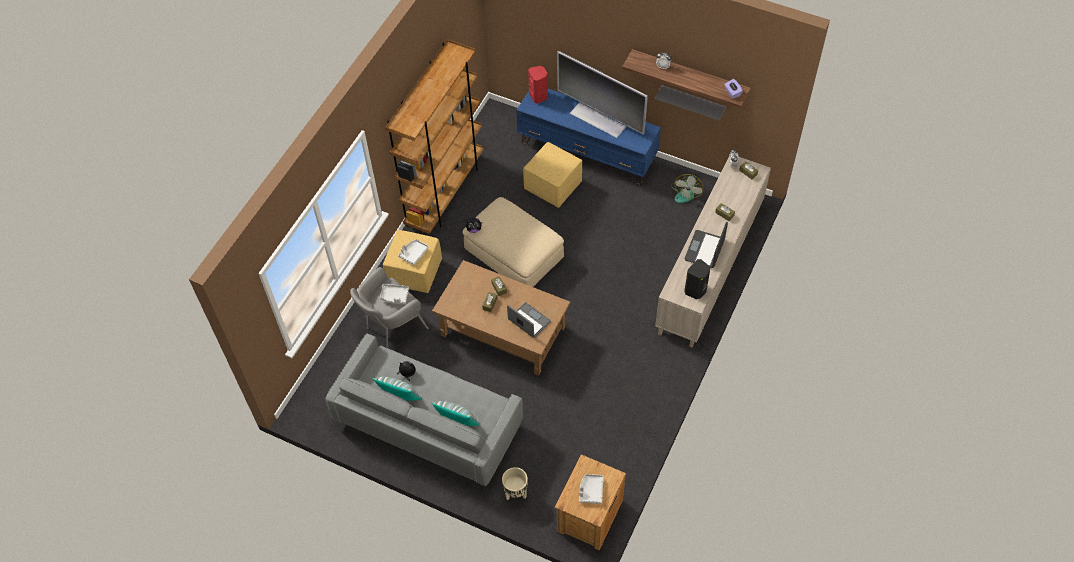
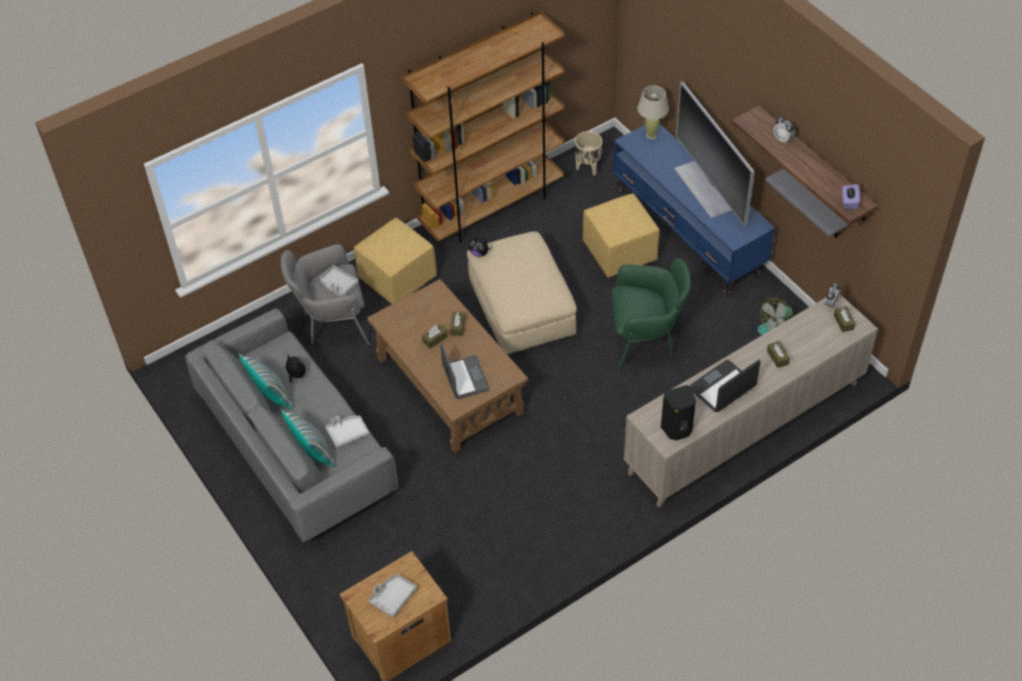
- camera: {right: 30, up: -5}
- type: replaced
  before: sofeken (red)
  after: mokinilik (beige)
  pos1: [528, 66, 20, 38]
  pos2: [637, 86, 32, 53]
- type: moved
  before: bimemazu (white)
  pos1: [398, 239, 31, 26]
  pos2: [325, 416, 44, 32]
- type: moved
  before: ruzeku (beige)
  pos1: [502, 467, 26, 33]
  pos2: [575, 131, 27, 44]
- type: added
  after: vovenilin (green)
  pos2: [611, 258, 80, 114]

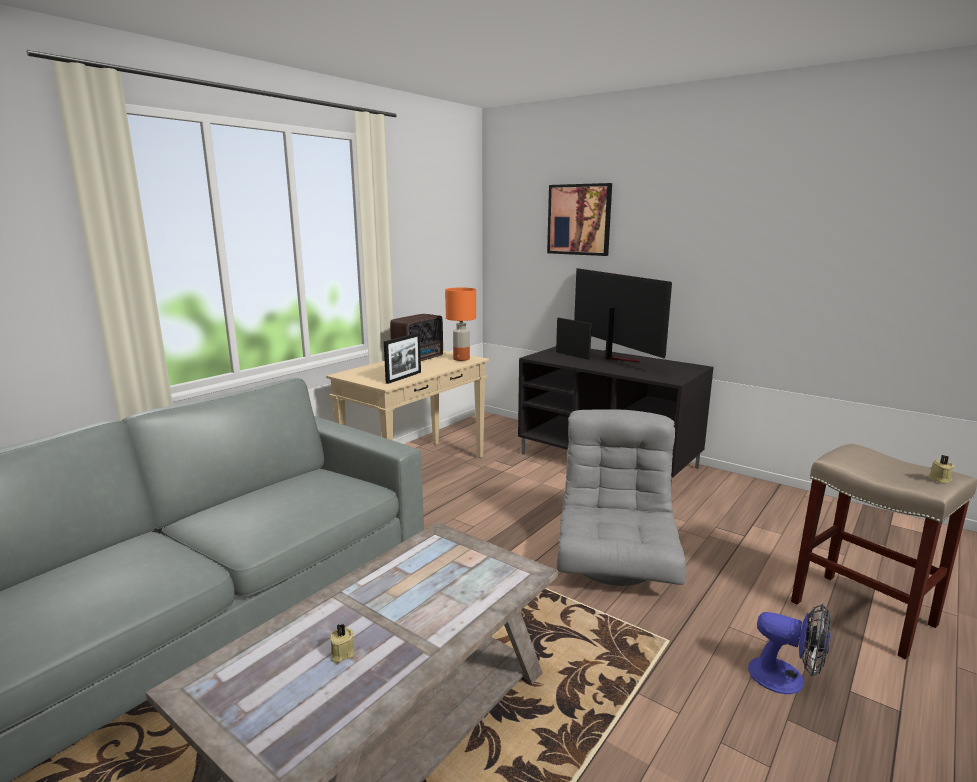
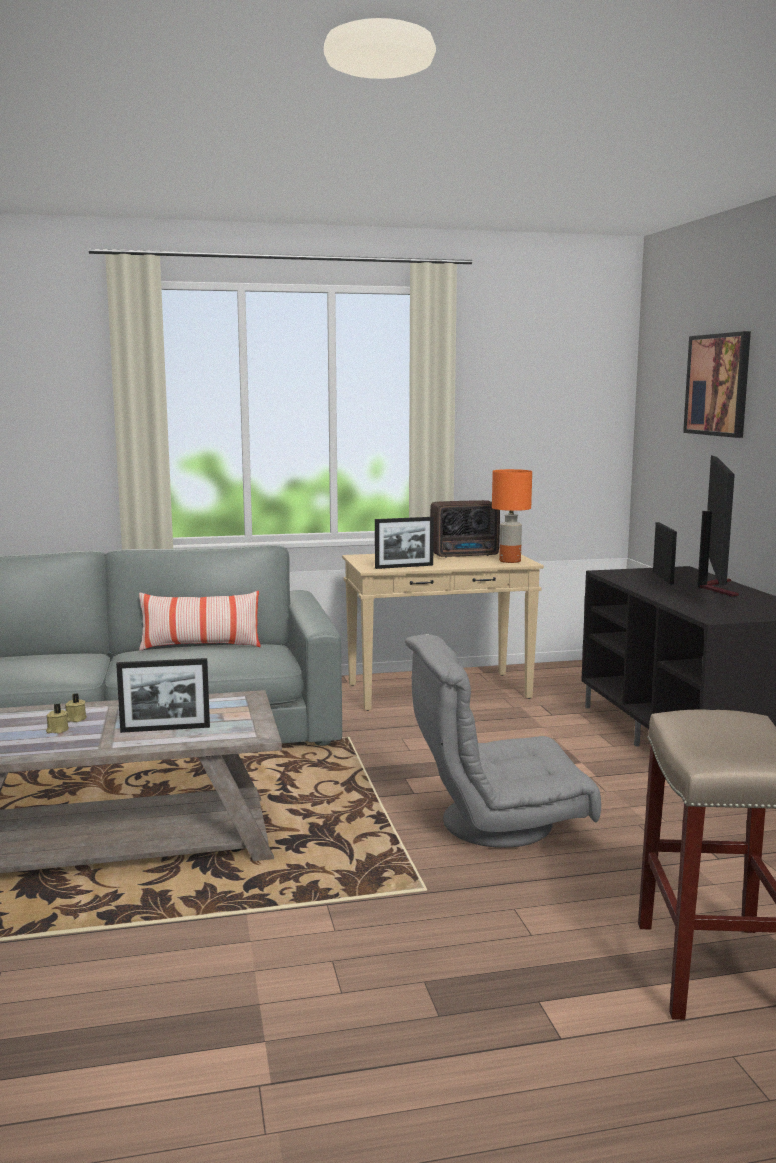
- camera: {right: 40, up: -5}
- type: turned
  before: vovenilin (grey)
  pos1: [557, 409, 129, 177]
  pos2: [405, 634, 196, 214]
  turn: -150
- type: moved
  before: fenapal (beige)
  pos1: [928, 455, 27, 29]
  pos2: [65, 694, 22, 28]
- type: removed
  before: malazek
  pos1: [748, 604, 83, 90]
- type: added
  after: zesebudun
  pos2: [139, 591, 122, 60]
- type: added
  after: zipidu
  pos2: [116, 658, 94, 75]

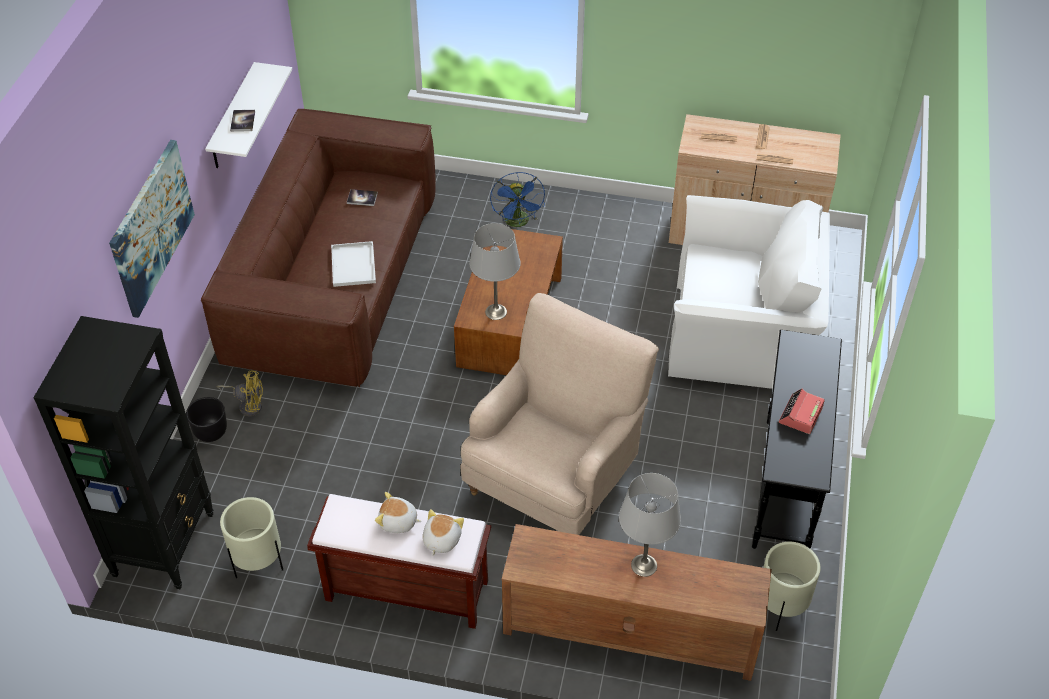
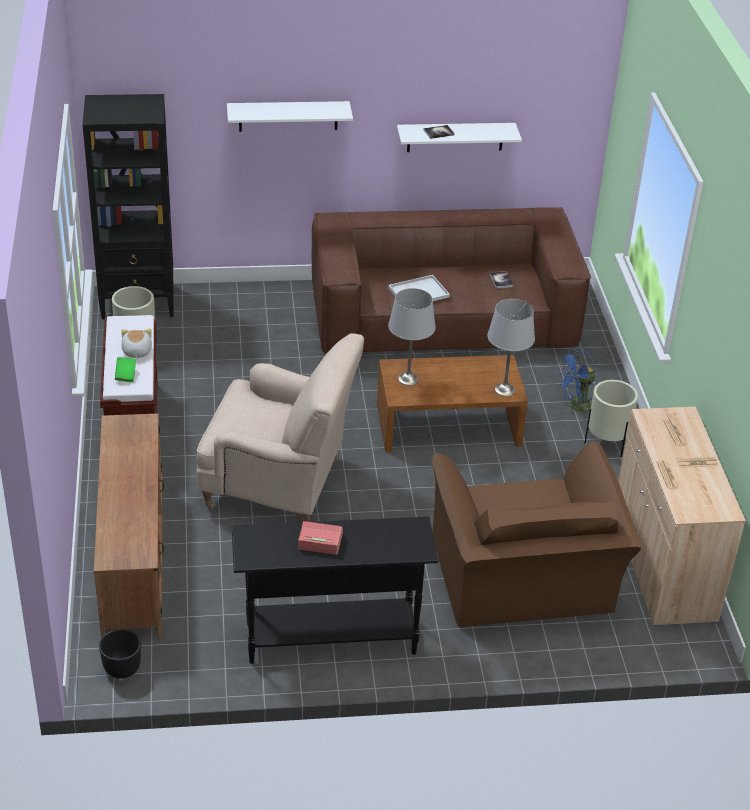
- camera: {right: 70, up: -10}
- type: replaced
  before: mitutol
  after: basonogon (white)
  pos1: [109, 140, 86, 178]
  pos2: [227, 101, 126, 31]
- type: recoloured
  before: vovenilin (white)
  after: vovenilin (brown)
  pos1: [668, 195, 162, 194]
  pos2: [432, 441, 209, 186]
- type: removed
  before: malazek (yellow)
  pos1: [217, 370, 46, 46]
- type: moved
  before: ruzeku (black)
  pos1: [186, 397, 41, 45]
  pos2: [99, 629, 42, 50]
- type: moved
  before: mokinilik (grey)
  pos1: [619, 473, 62, 104]
  pos2: [487, 299, 48, 97]
- type: replaced
  before: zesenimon
  after: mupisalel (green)
  pos1: [423, 509, 41, 47]
  pos2: [115, 357, 21, 25]
- type: moved
  before: ruzeku (beige)
  pos1: [763, 542, 58, 89]
  pos2: [584, 380, 54, 77]

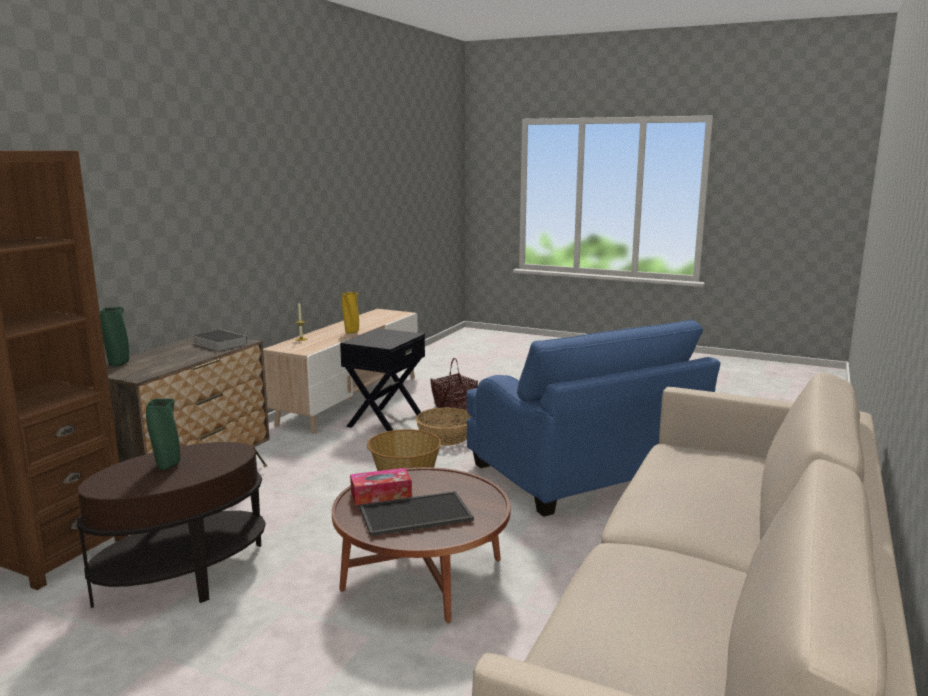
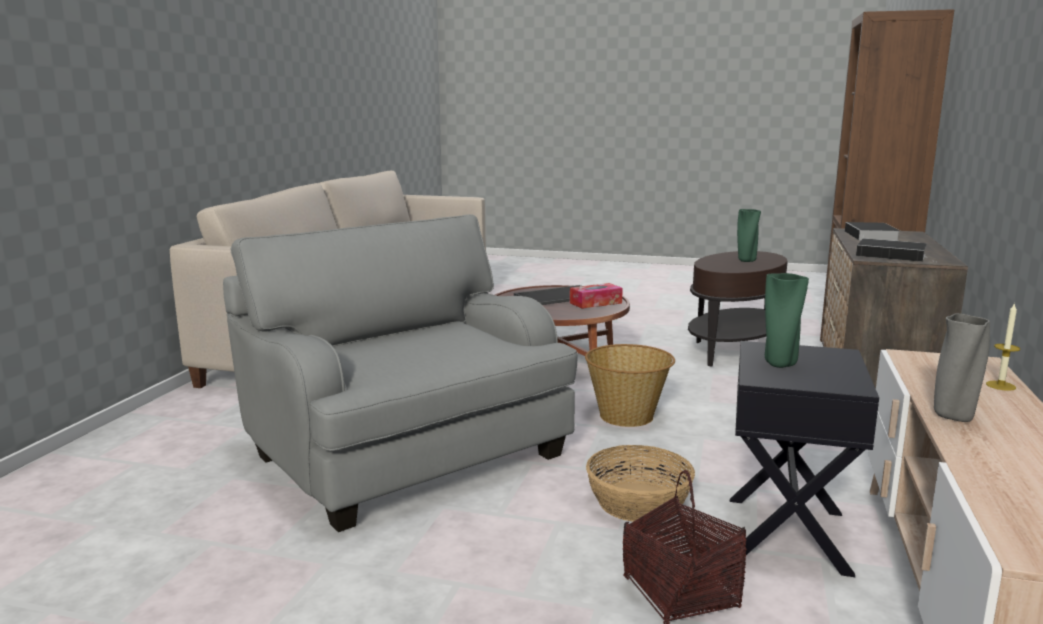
- camera: {right: 170, up: 0}
- type: recoloured
  before: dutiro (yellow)
  after: dutiro (grey)
  pos1: [342, 292, 17, 42]
  pos2: [934, 313, 56, 109]
- type: moved
  before: dutiro (green)
  pos1: [100, 307, 29, 59]
  pos2: [765, 273, 44, 95]
- type: recoloured
  before: vovenilin (blue)
  after: vovenilin (grey)
  pos1: [466, 319, 254, 198]
  pos2: [223, 214, 355, 318]
- type: added
  after: mupisalel
  pos2: [845, 222, 55, 19]

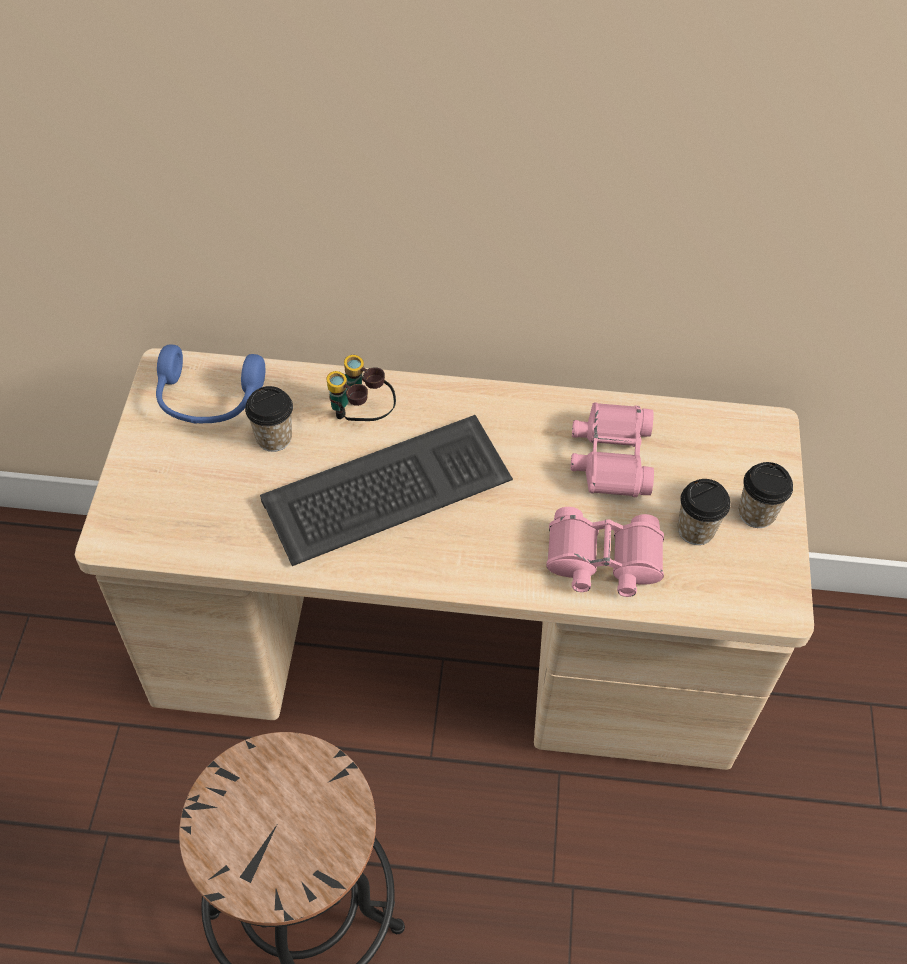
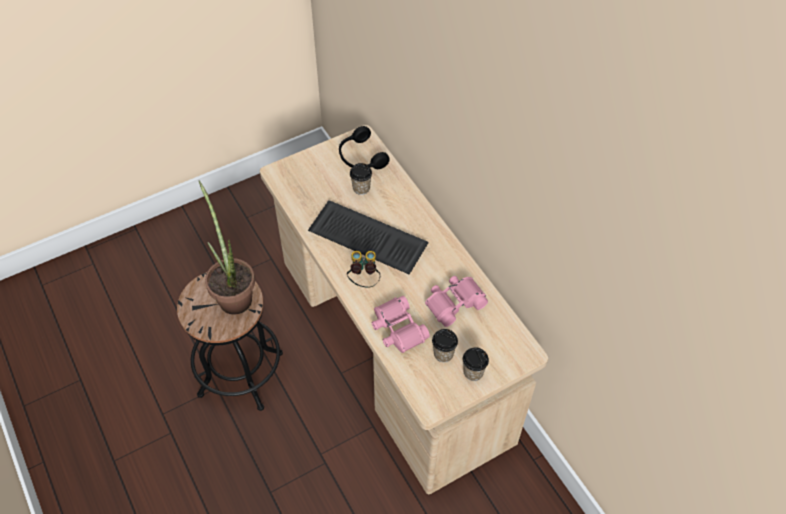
- camera: {right: 55, up: 0}
- type: recoloured
  before: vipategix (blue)
  after: vipategix (black)
  pos1: [156, 344, 109, 80]
  pos2: [339, 126, 51, 43]
- type: moved
  before: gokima
  pos1: [327, 355, 69, 66]
  pos2: [347, 251, 33, 37]
- type: added
  after: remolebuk
  pos2: [199, 180, 56, 135]

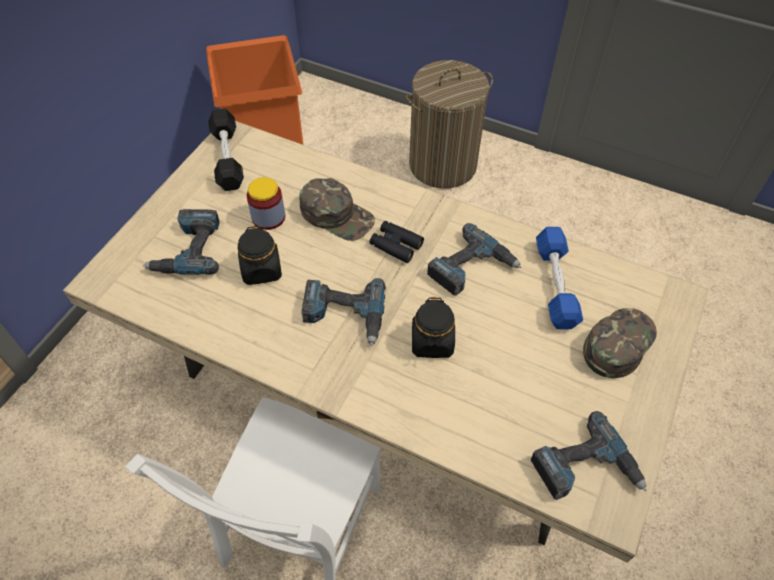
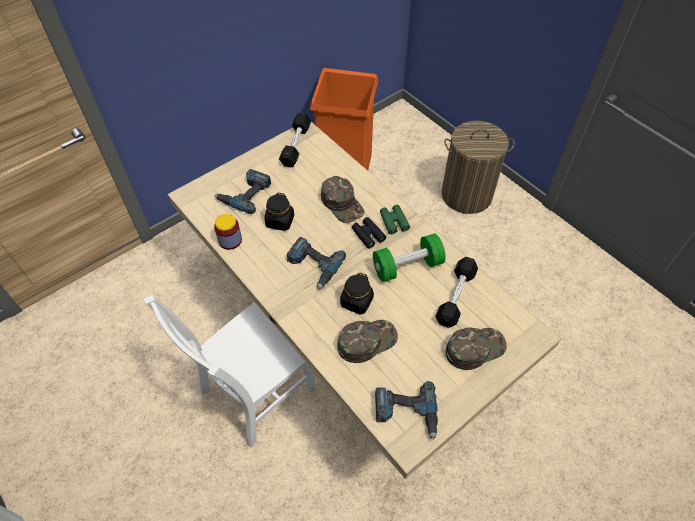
- camera: {right: 25, up: 0}
- type: moved
  before: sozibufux
  pos1: [247, 177, 38, 53]
  pos2: [214, 214, 28, 36]
- type: replaced
  before: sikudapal
  after: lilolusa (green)
  pos1: [427, 223, 94, 73]
  pos2: [373, 234, 73, 48]
- type: recoloured
  before: lilolusa (blue)
  after: lilolusa (black)
  pos1: [536, 227, 47, 102]
  pos2: [435, 257, 43, 71]
- type: added
  after: gokima (green)
  pos2: [380, 205, 30, 30]
- type: added
  after: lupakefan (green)
  pos2: [337, 320, 61, 43]

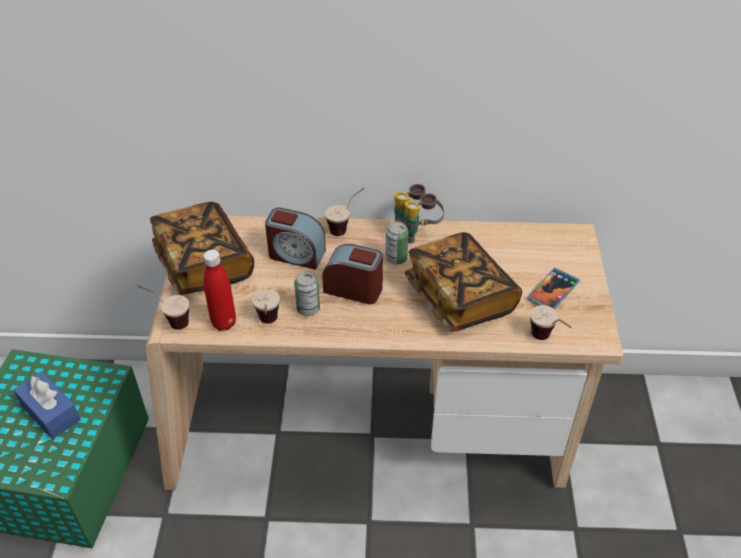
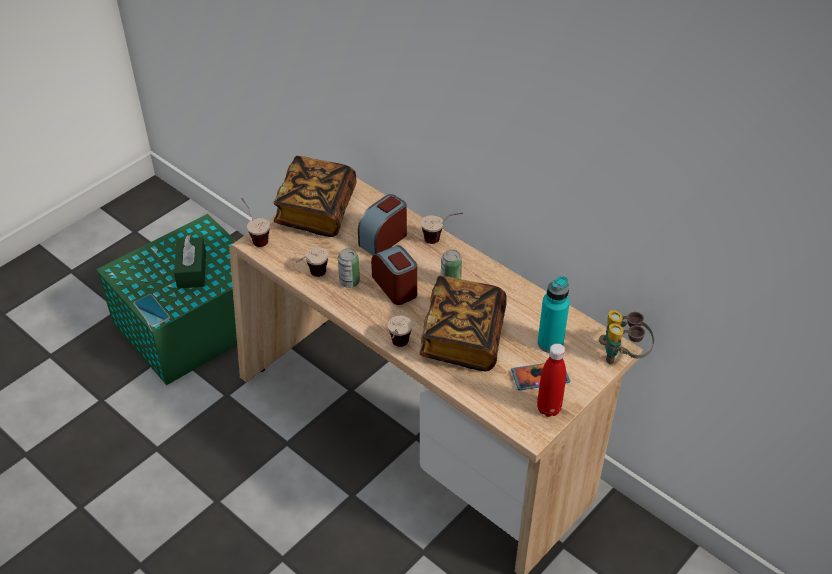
- camera: {right: 40, up: 0}
- type: moved
  before: gokima
  pos1: [394, 184, 50, 59]
  pos2: [599, 310, 55, 54]
- type: turned
  before: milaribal
  pos1: [265, 207, 61, 63]
  pos2: [358, 194, 49, 61]
  turn: 75
- type: moved
  before: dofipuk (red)
  pos1: [203, 250, 33, 81]
  pos2: [537, 343, 29, 74]
- type: moved
  before: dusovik
  pos1: [530, 305, 42, 35]
  pos2: [388, 316, 25, 31]
- type: recoloured
  before: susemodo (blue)
  after: susemodo (green)
  pos1: [13, 371, 68, 68]
  pos2: [174, 235, 32, 54]
- type: added
  after: dofipuk (turquoise)
  pos2: [538, 276, 32, 77]
- type: added
  after: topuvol
  pos2: [133, 294, 37, 33]

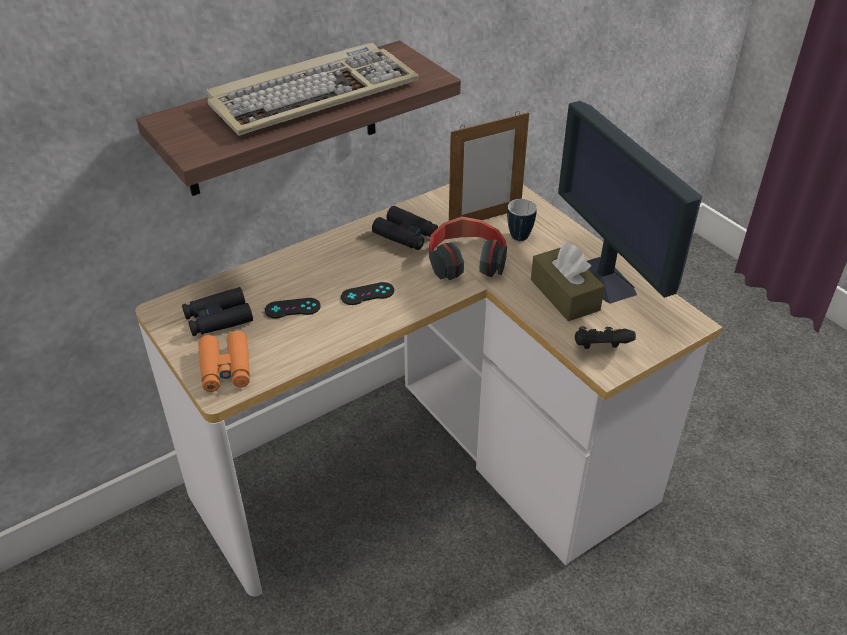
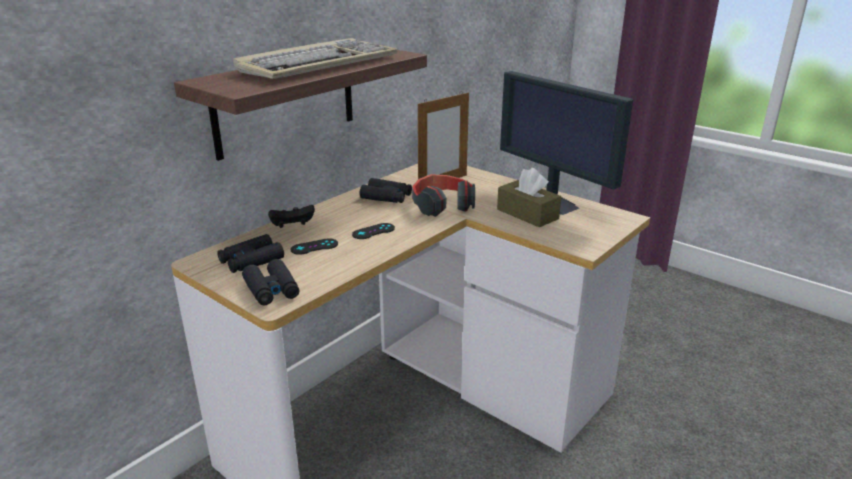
- camera: {right: -15, up: -15}
- type: removed
  before: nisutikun
  pos1: [507, 199, 30, 43]
- type: moved
  before: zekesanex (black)
  pos1: [575, 326, 61, 23]
  pos2: [268, 205, 47, 23]
- type: recoloured
  before: gokima (orange)
  after: gokima (black)
  pos1: [198, 331, 52, 61]
  pos2: [242, 259, 57, 46]

